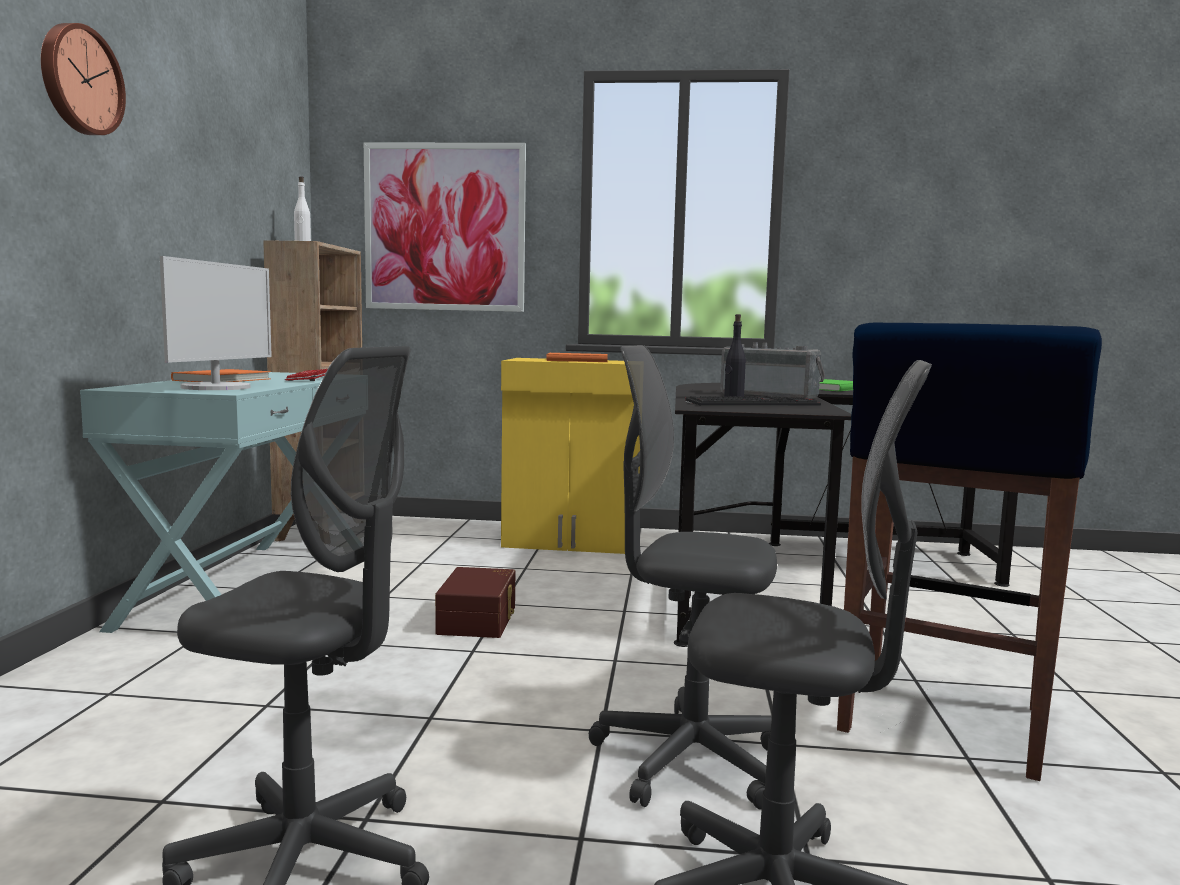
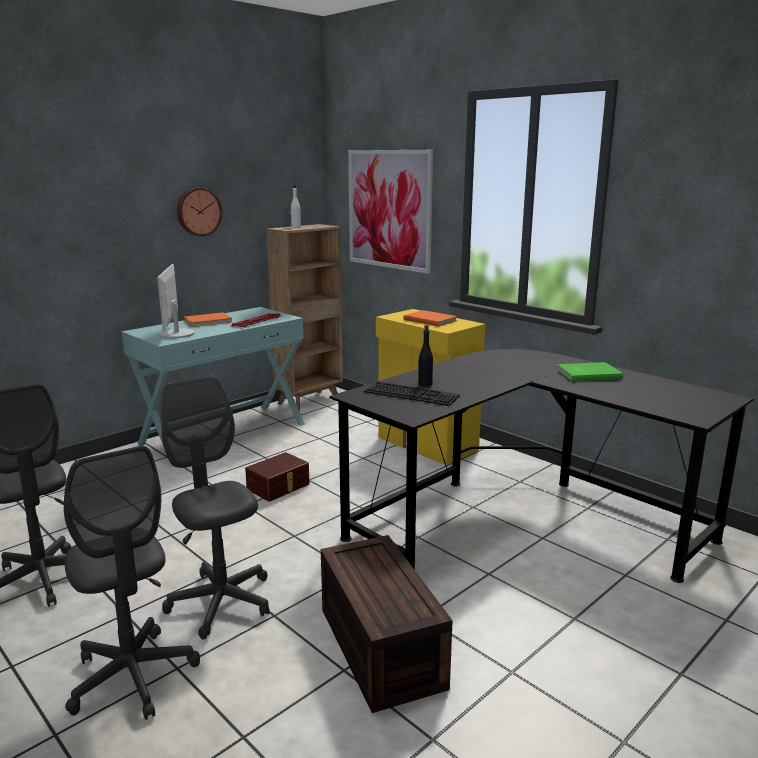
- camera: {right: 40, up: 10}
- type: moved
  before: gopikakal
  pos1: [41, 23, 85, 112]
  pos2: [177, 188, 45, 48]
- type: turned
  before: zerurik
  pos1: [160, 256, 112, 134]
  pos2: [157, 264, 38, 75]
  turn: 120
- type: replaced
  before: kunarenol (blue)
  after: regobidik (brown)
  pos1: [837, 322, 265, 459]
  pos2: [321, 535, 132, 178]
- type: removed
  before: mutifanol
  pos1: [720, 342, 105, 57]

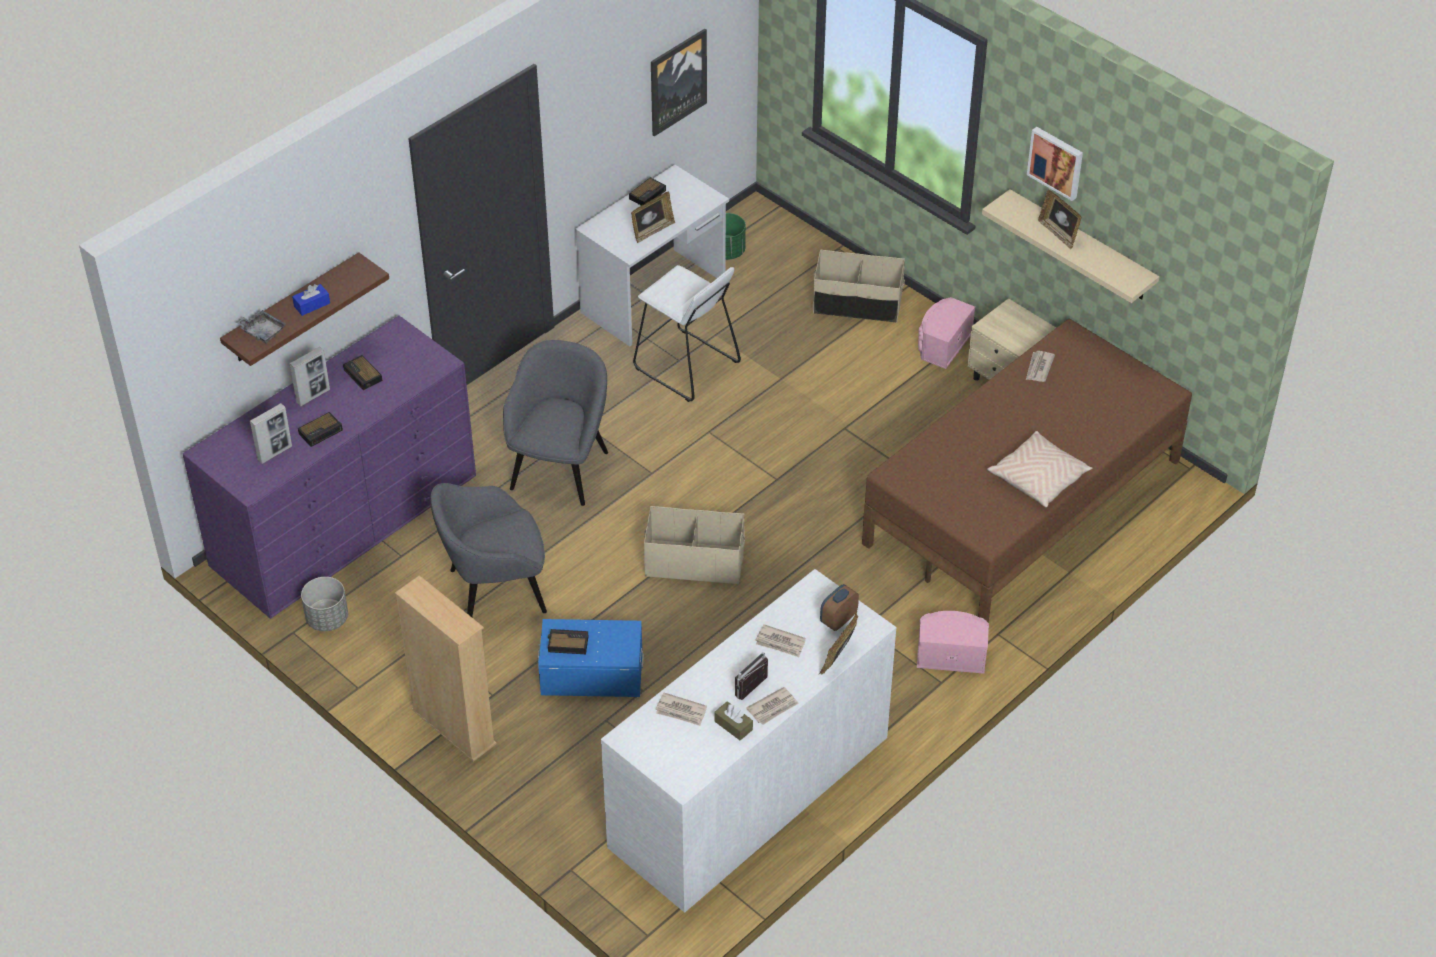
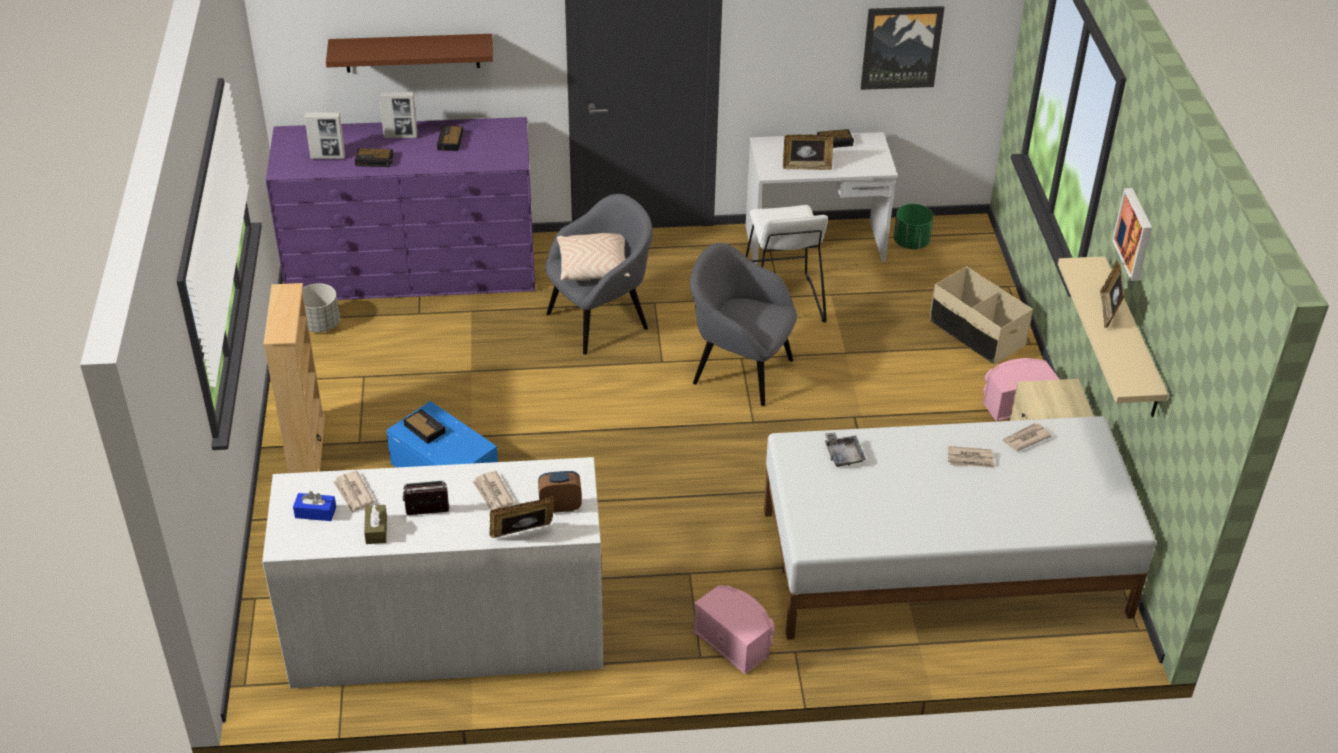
- camera: {right: 40, up: -5}
- type: moved
  before: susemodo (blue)
  pos1: [292, 284, 38, 32]
  pos2: [293, 491, 43, 30]
- type: moved
  before: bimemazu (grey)
  pos1: [236, 310, 51, 33]
  pos2: [825, 432, 41, 35]
- type: recoloured
  before: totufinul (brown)
  after: totufinul (white)
  pos1: [862, 319, 330, 304]
  pos2: [764, 416, 392, 224]
- type: moved
  before: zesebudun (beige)
  pos1: [987, 431, 105, 76]
  pos2: [557, 233, 73, 48]
- type: moved
  before: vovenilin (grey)
  pos1: [430, 483, 117, 134]
  pos2: [690, 243, 107, 163]
- type: removed
  before: regobidik (beige)
  pos1: [644, 506, 101, 78]
- type: moved
  before: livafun
  pos1: [746, 687, 53, 38]
  pos2: [948, 446, 46, 22]

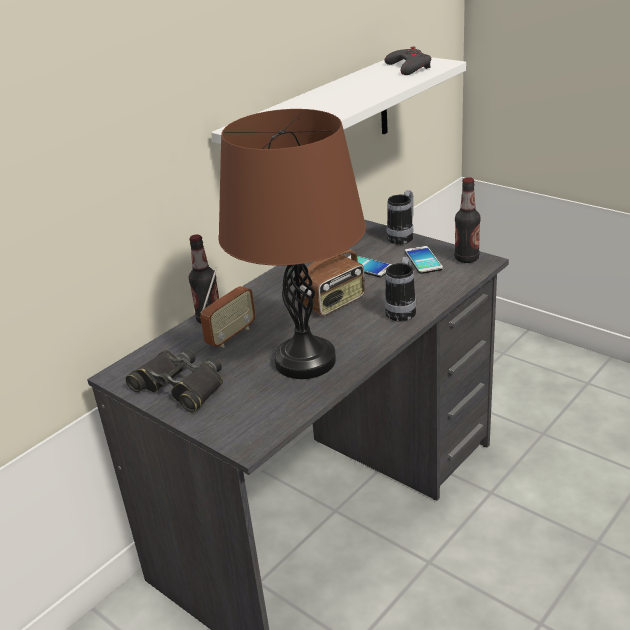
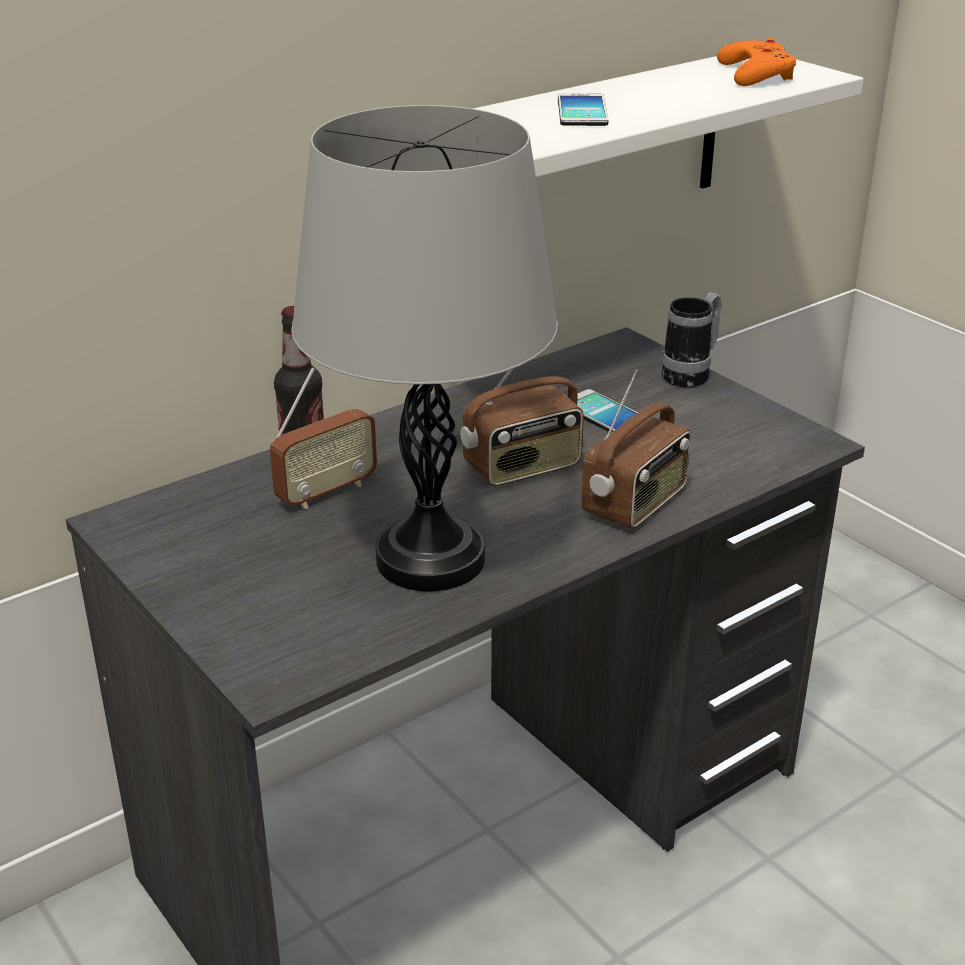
- camera: {right: 10, up: 0}
- type: recoloured
  before: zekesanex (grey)
  after: zekesanex (orange)
  pos1: [384, 47, 47, 28]
  pos2: [717, 37, 79, 49]
- type: recoloured
  before: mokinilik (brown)
  after: mokinilik (grey)
  pos1: [218, 109, 148, 270]
  pos2: [291, 105, 267, 486]
- type: removed
  before: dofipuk
  pos1: [454, 177, 27, 86]
- type: moved
  before: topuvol
  pos1: [405, 246, 38, 28]
  pos2: [558, 93, 50, 33]
- type: replaced
  before: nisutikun
  after: mutifanol
  pos1: [385, 257, 31, 65]
  pos2: [581, 369, 110, 160]
- type: removed
  before: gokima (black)
  pos1: [126, 348, 97, 65]

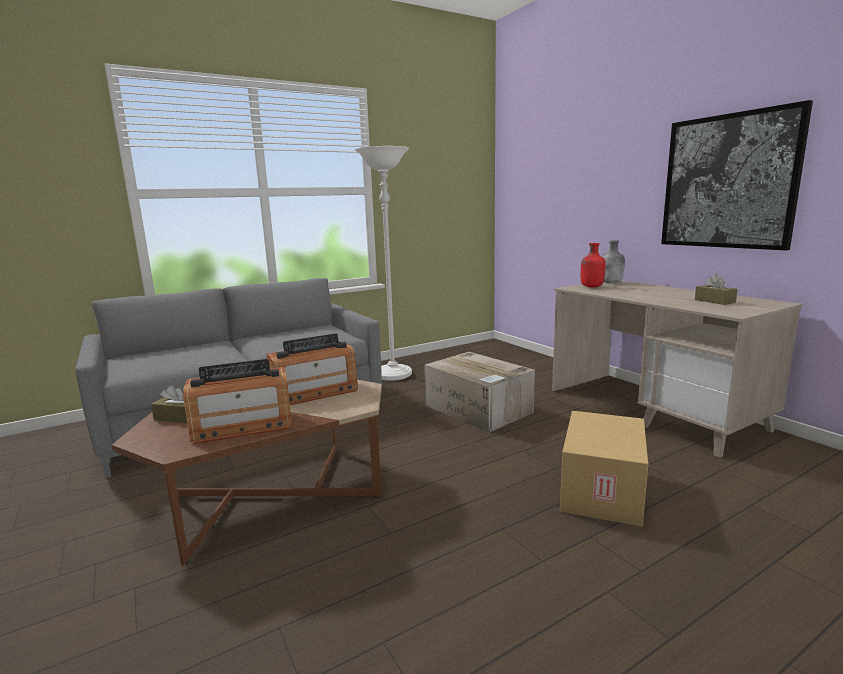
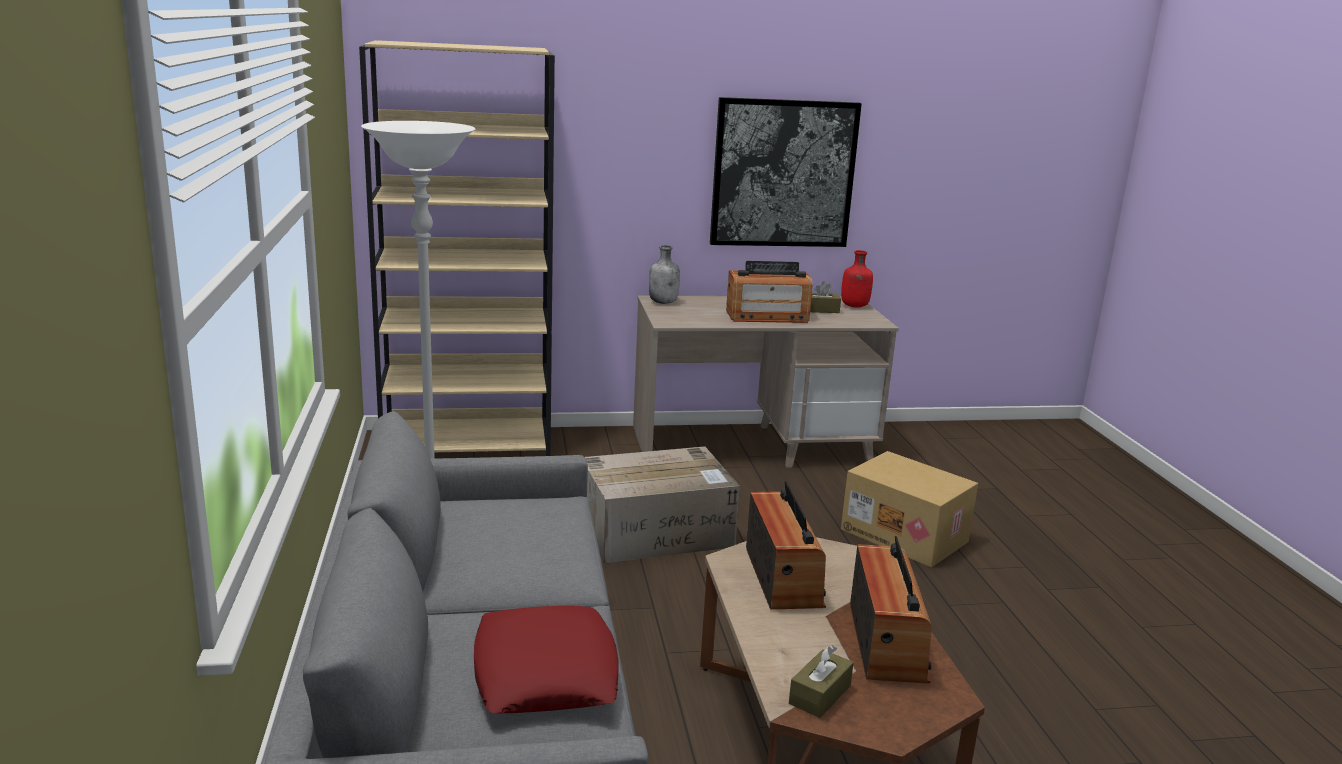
- camera: {right: -70, up: 5}
- type: moved
  before: dofipuk (red)
  pos1: [581, 243, 25, 45]
  pos2: [841, 250, 32, 58]
- type: added
  after: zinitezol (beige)
  pos2: [359, 40, 196, 416]
- type: added
  after: mutifanol
  pos2: [726, 261, 86, 62]
- type: added
  after: zesebudun (red)
  pos2: [474, 606, 145, 107]

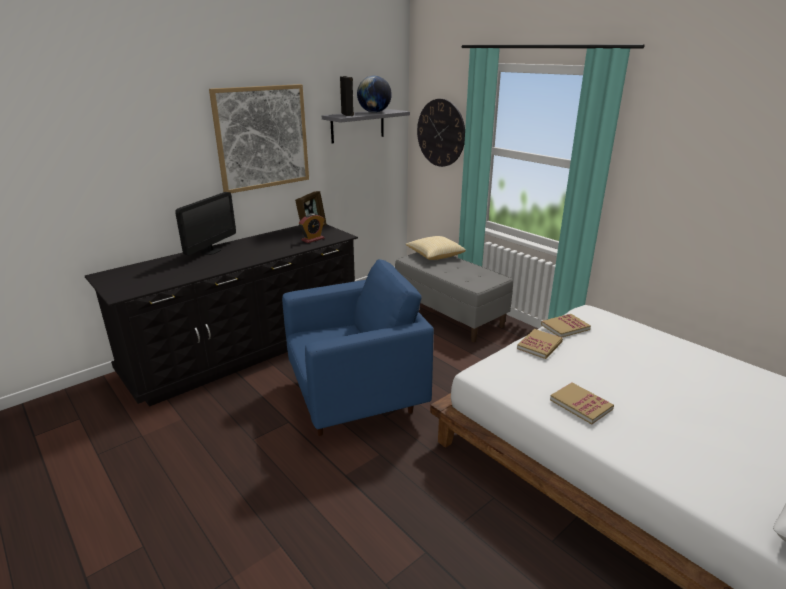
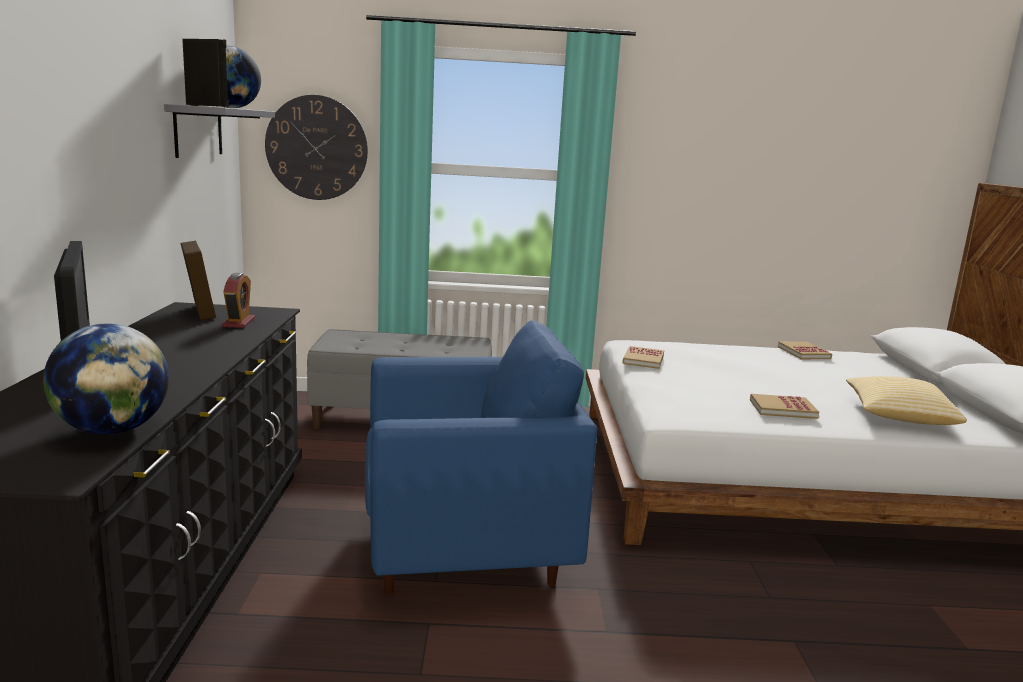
- camera: {right: -50, up: -10}
- type: removed
  before: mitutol
  pos1: [209, 84, 100, 109]
- type: moved
  before: zesebudun
  pos1: [405, 236, 61, 24]
  pos2: [846, 376, 121, 49]
- type: turned
  before: vovenilin (blue)
  pos1: [282, 259, 152, 177]
  pos2: [365, 320, 232, 275]
  turn: 60
- type: moved
  before: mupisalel
  pos1: [517, 329, 46, 30]
  pos2: [778, 342, 54, 17]
- type: added
  after: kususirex
  pos2: [43, 324, 126, 111]

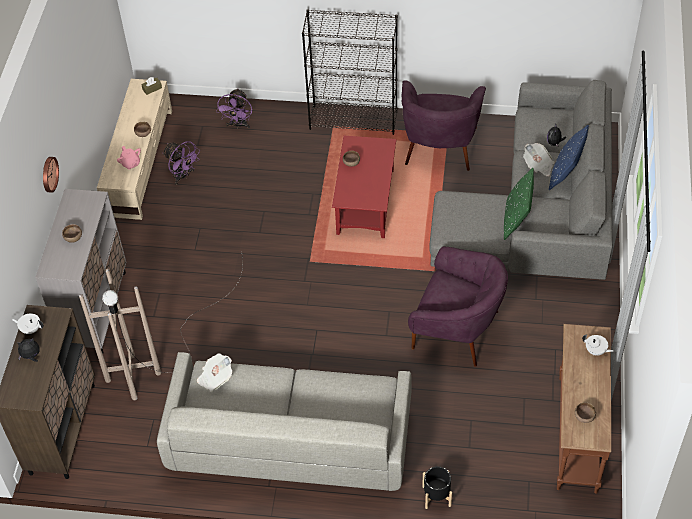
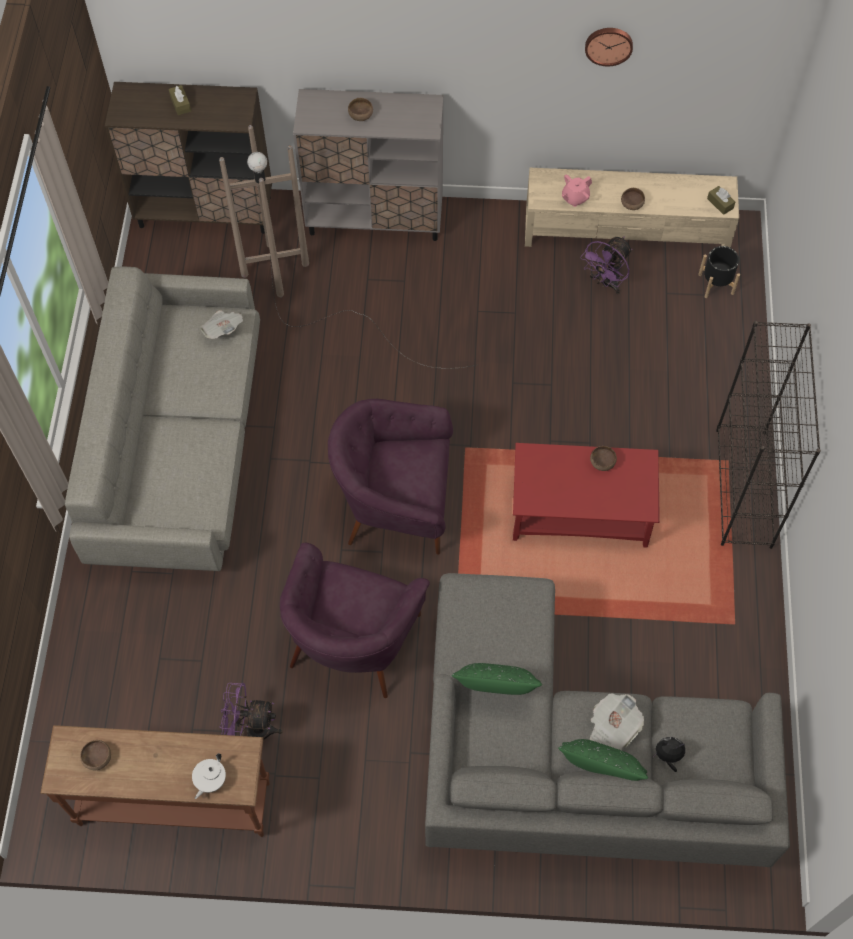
- camera: {right: 85, up: 10}
- type: moved
  before: vovenilin (purple)
  pos1: [402, 80, 84, 91]
  pos2: [328, 399, 125, 156]
- type: moved
  before: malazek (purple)
  pos1: [216, 88, 36, 41]
  pos2: [220, 683, 62, 57]
- type: recoloured
  before: zesebudun (blue)
  after: zesebudun (green)
  pos1: [549, 125, 40, 65]
  pos2: [558, 739, 90, 42]
- type: moved
  before: gopikakal
  pos1: [43, 157, 16, 36]
  pos2: [585, 28, 48, 38]
- type: removed
  before: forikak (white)
  pos1: [12, 313, 32, 21]
- type: replaced
  before: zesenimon
  after: susemodo (brown)
  pos1: [17, 338, 23, 24]
  pos2: [169, 85, 22, 30]
- type: moved
  before: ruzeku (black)
  pos1: [422, 466, 30, 43]
  pos2: [698, 246, 42, 52]

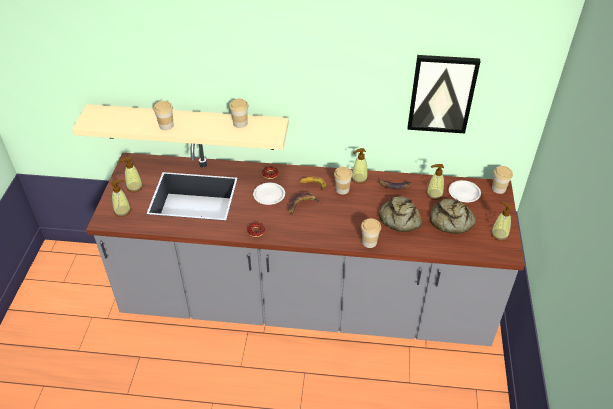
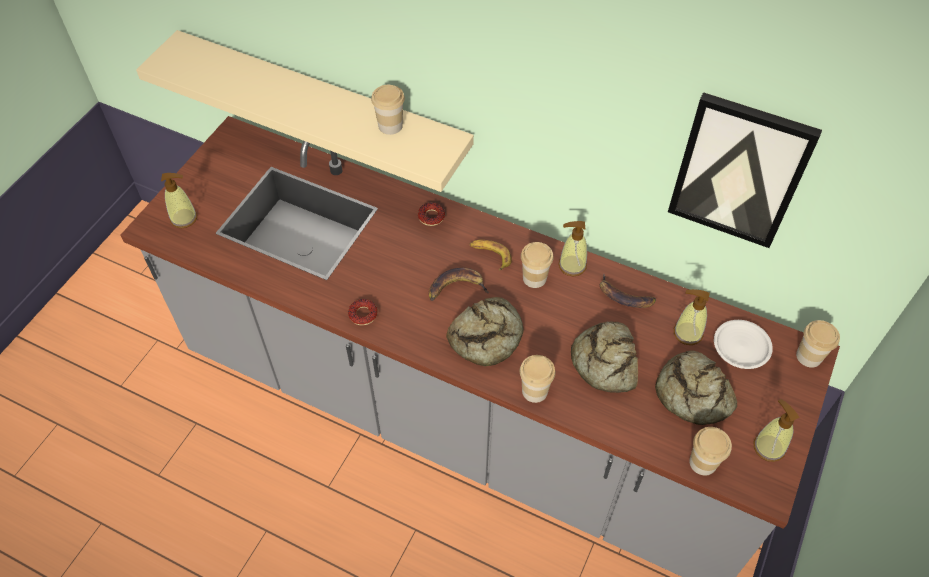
- camera: {right: 20, up: 10}
- type: moved
  before: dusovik
  pos1: [153, 101, 21, 29]
  pos2: [689, 427, 43, 49]
- type: removed
  before: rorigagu
  pos1: [119, 156, 24, 36]
- type: removed
  before: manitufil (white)
  pos1: [253, 183, 32, 22]
- type: added
  after: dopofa
  pos2: [446, 297, 78, 69]

